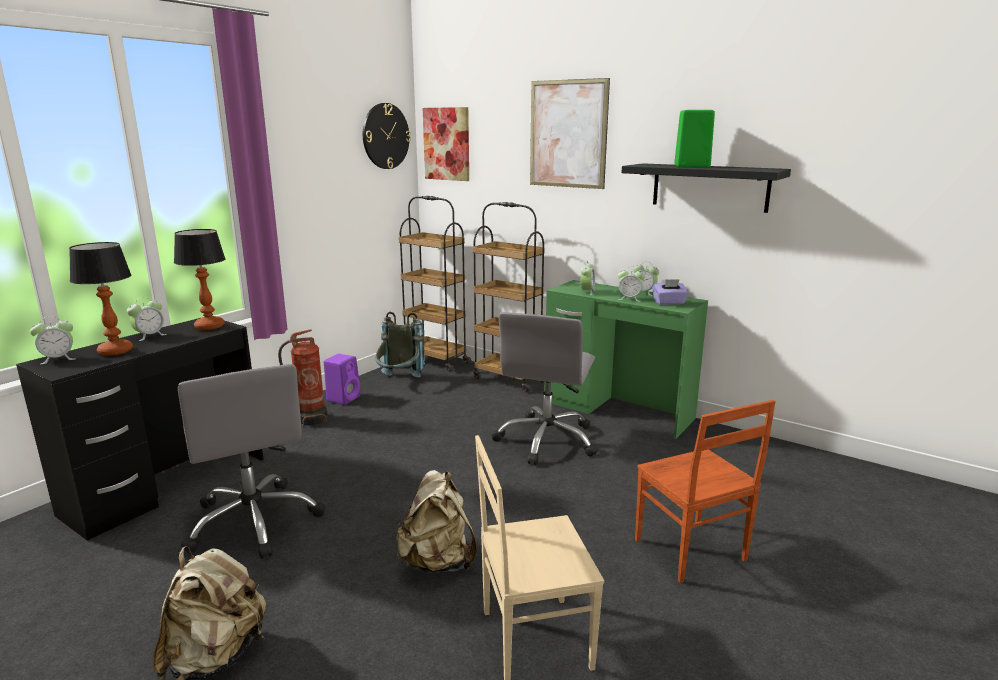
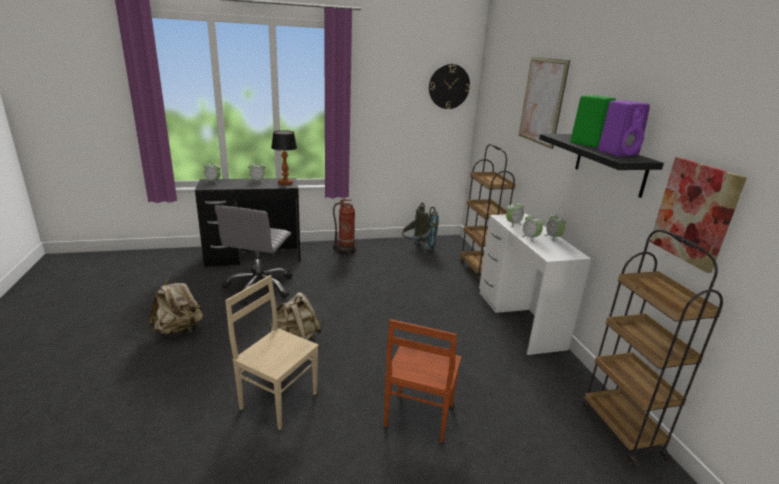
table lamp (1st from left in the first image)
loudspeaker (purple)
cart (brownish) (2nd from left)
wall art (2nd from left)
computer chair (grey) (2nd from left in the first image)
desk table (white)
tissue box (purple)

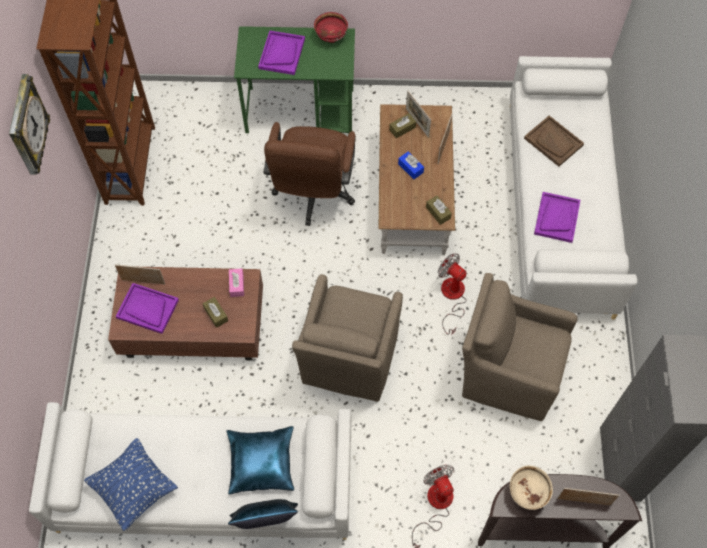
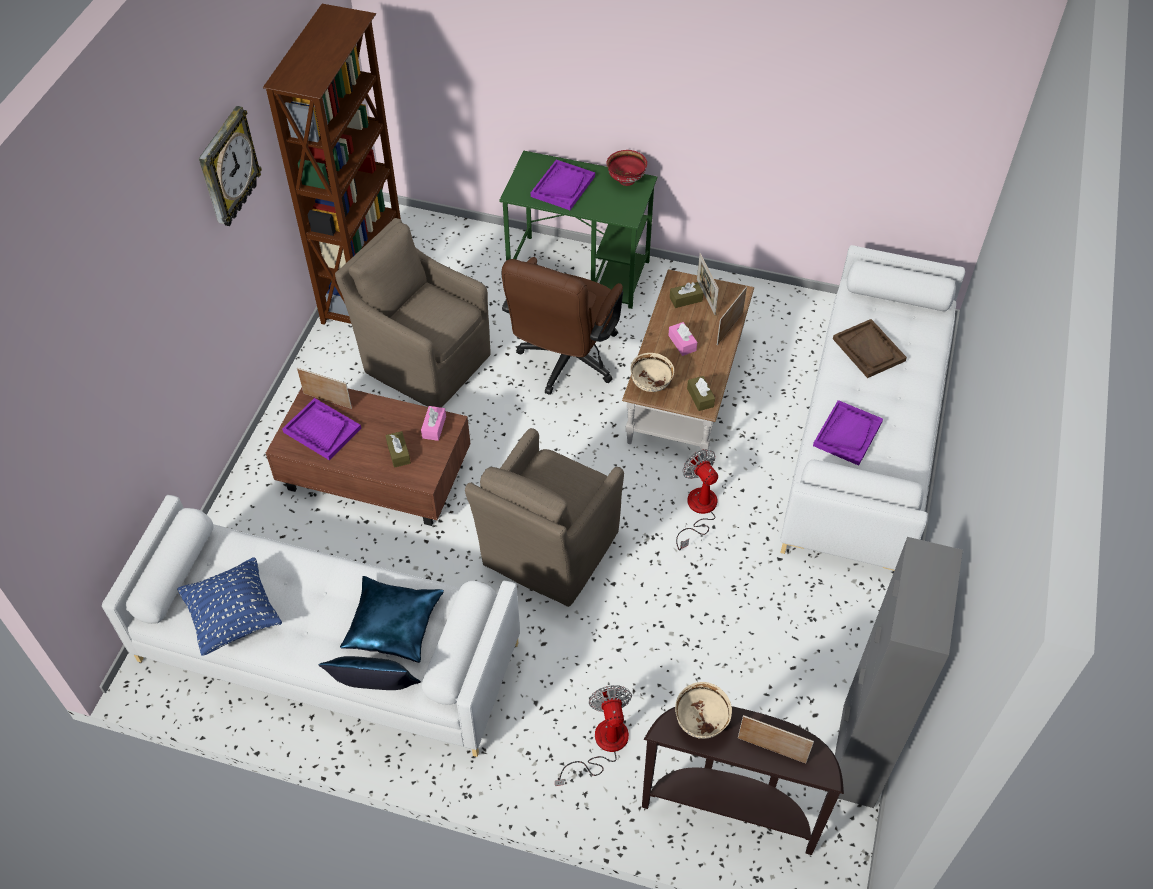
tissue box (pinkish) (2nd from left)
lounge chair (brownish) (1st from left)
deep dish (beige) (1st from left)

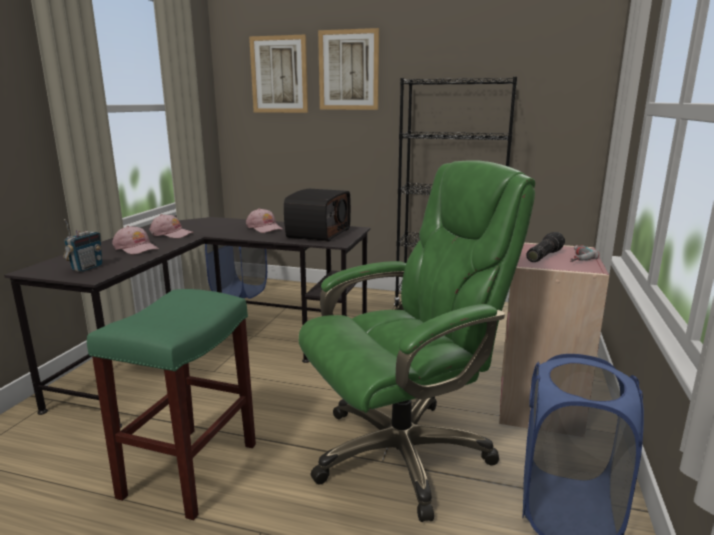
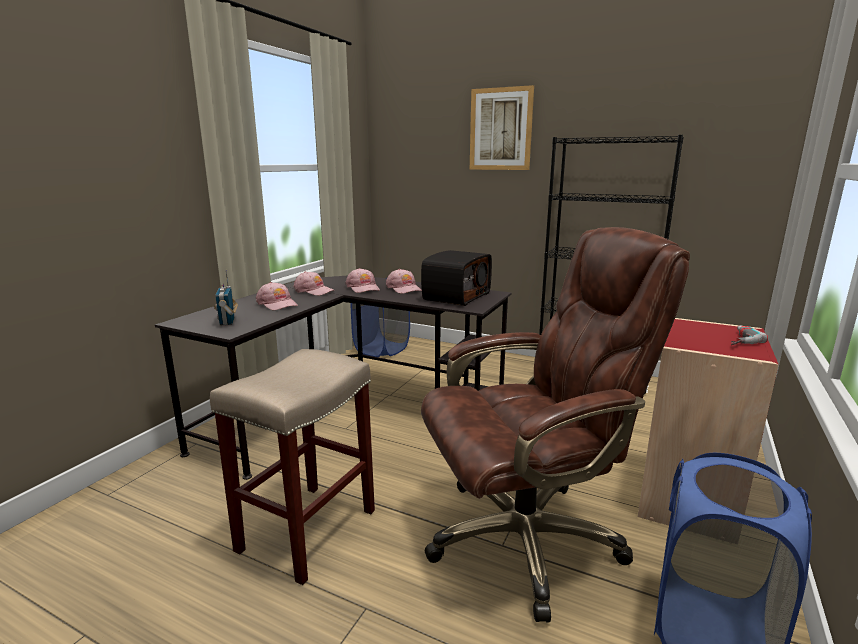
radio receiver (1st from left)
stool (beige)
wall art (1st from left in the first image)
computer chair (brownish)
torch
peaked cap (pinkish) (3rd from left)

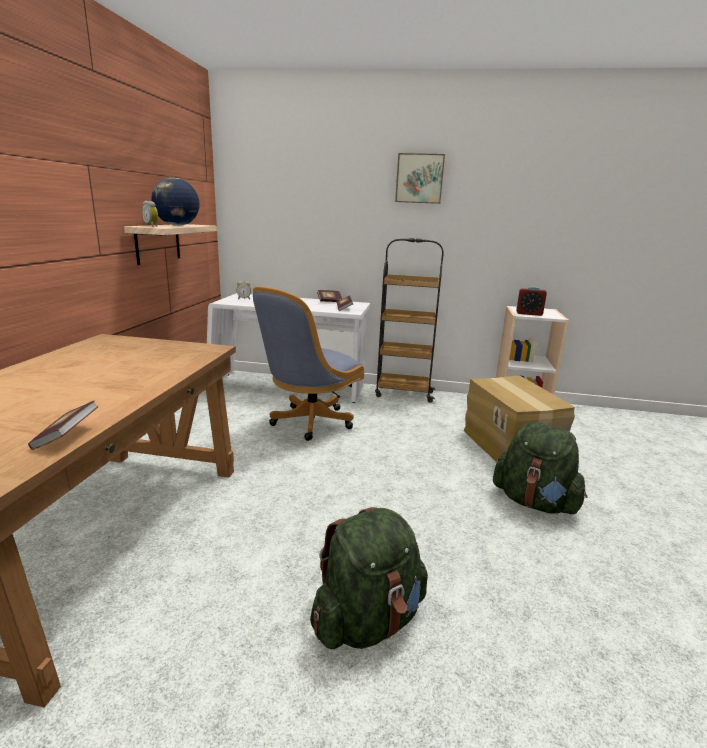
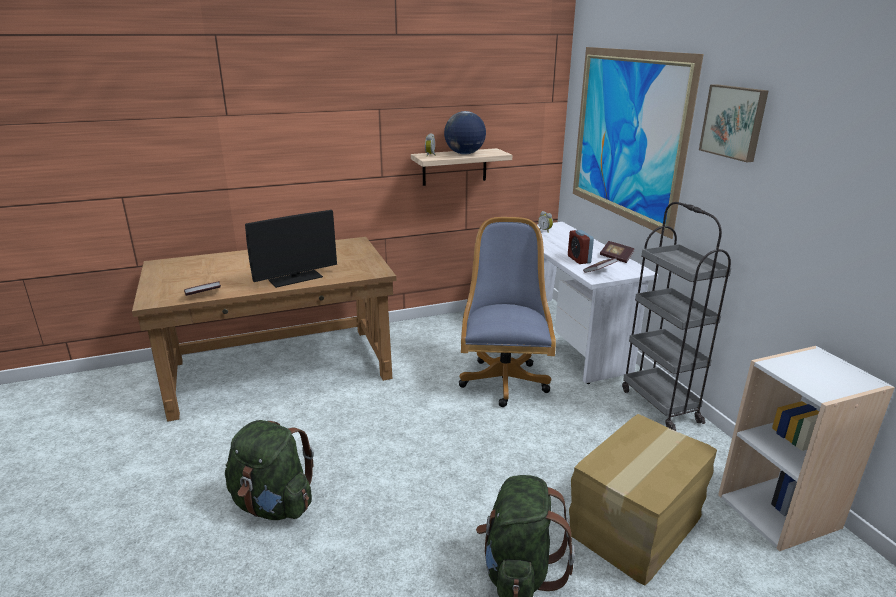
computer chair (blue)
cart (grey)
table clock (3rd from left)
computer screen
wall art (1st from left)

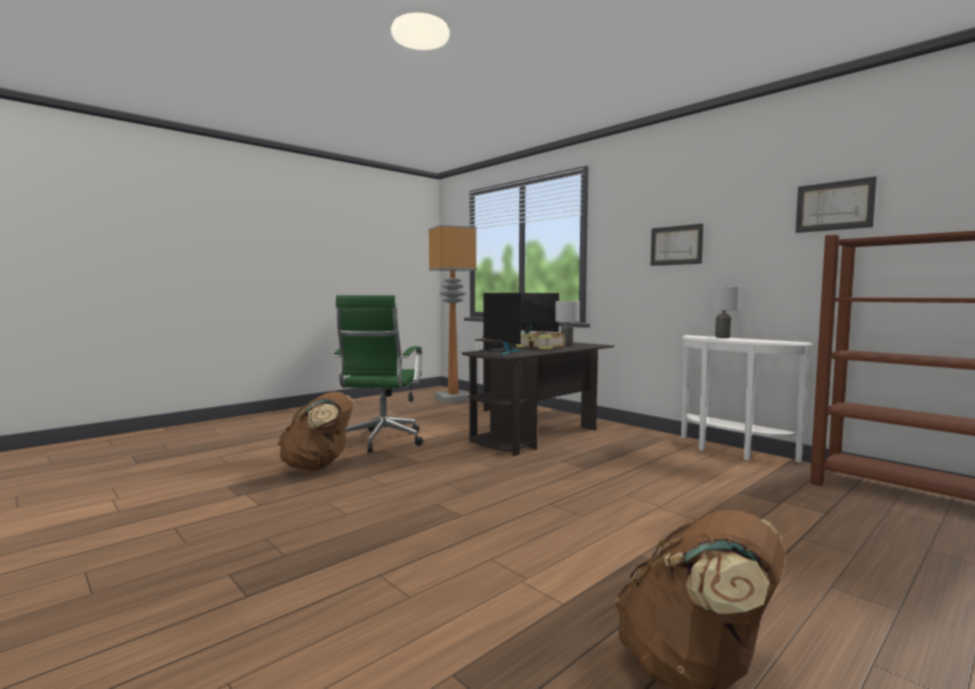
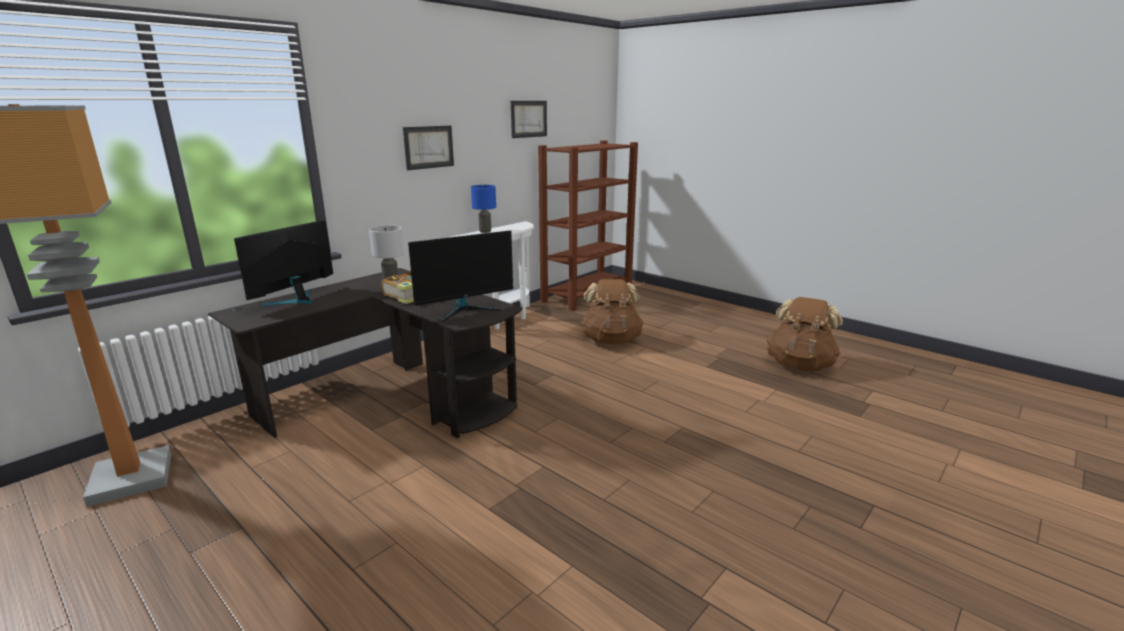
knapsack (brownish) (1st from left)
computer chair (green-coloured)
table lamp (blue)

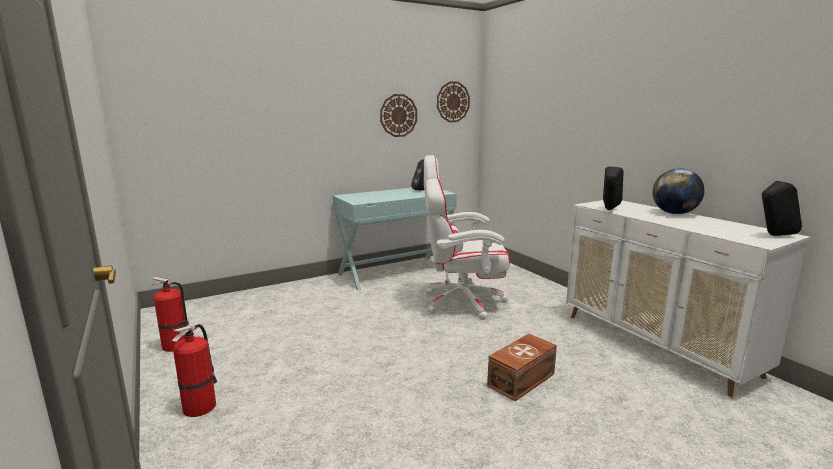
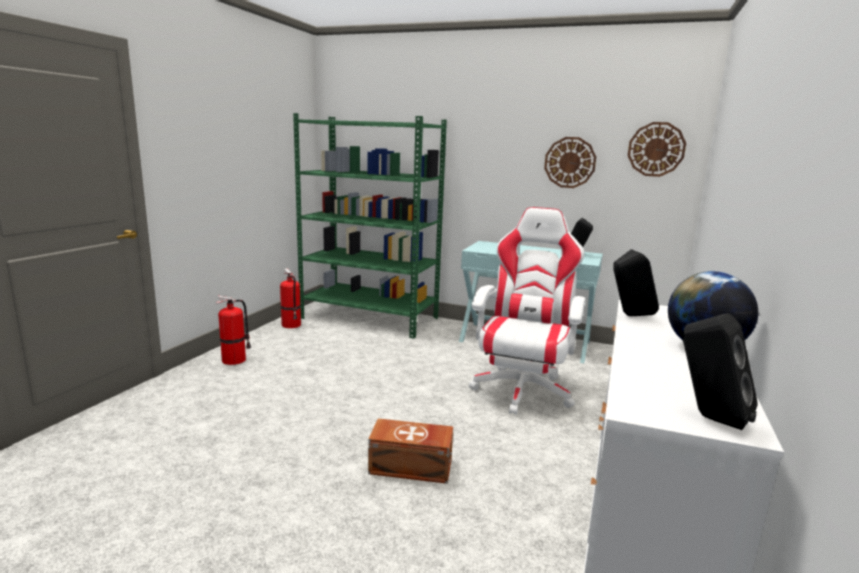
computer chair (white)
bookshelf (green-coloured)

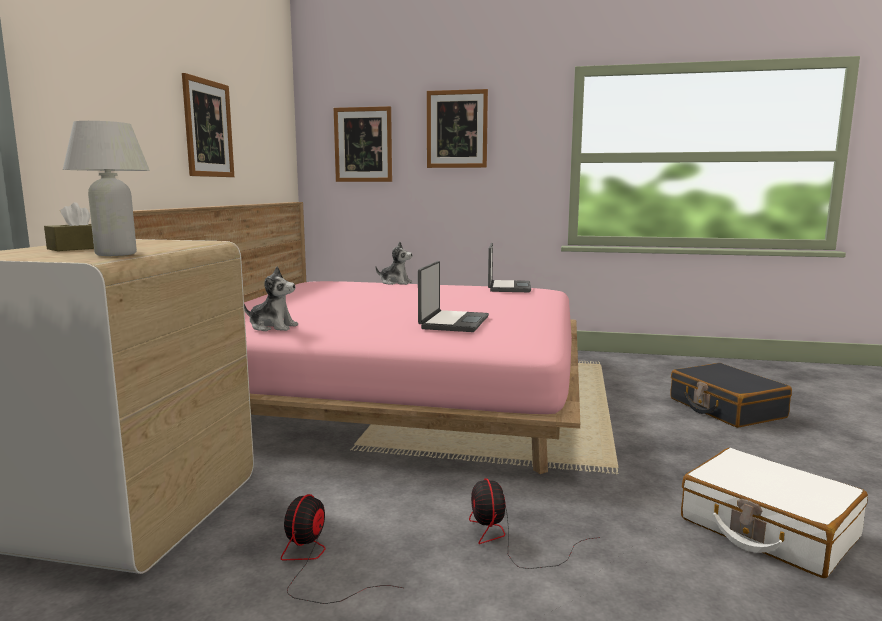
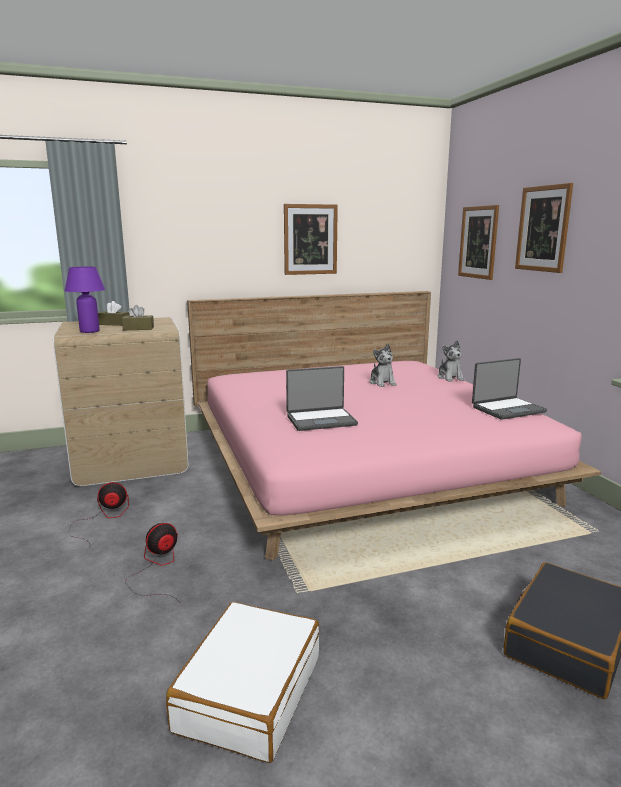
table lamp (purple)
soft toy (1st from left)
tissue box (brownish) (2nd from left)

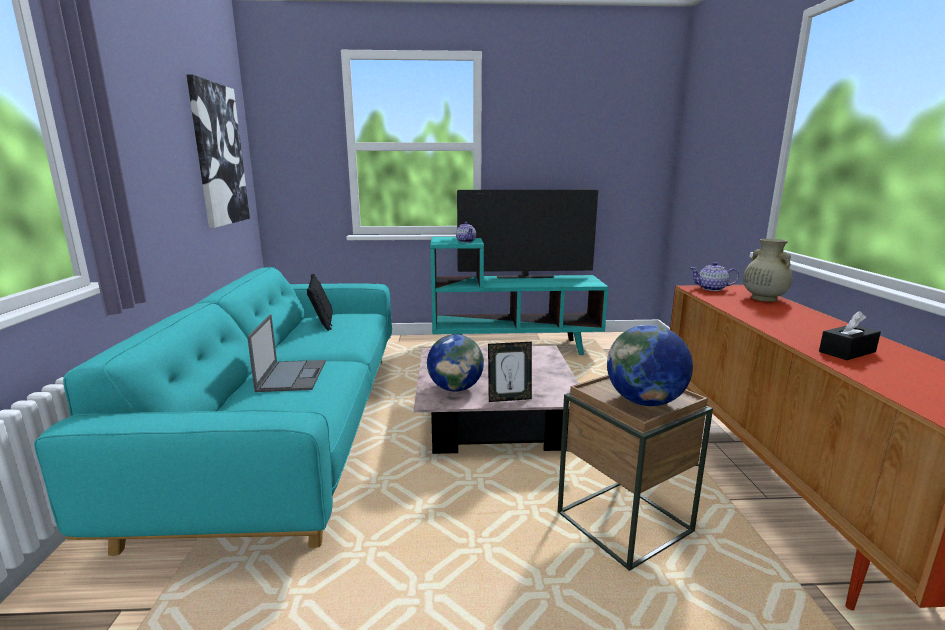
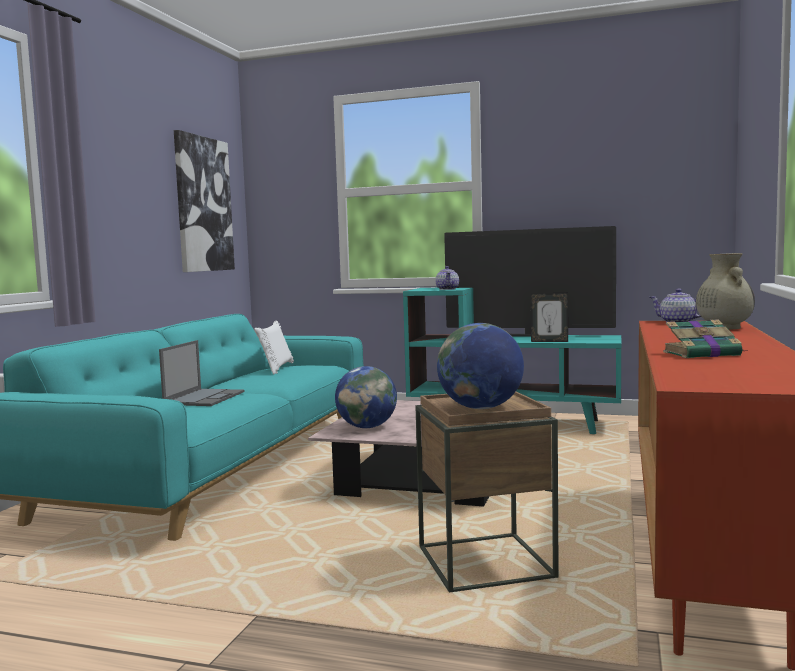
cushion (white)
standing frame
volume

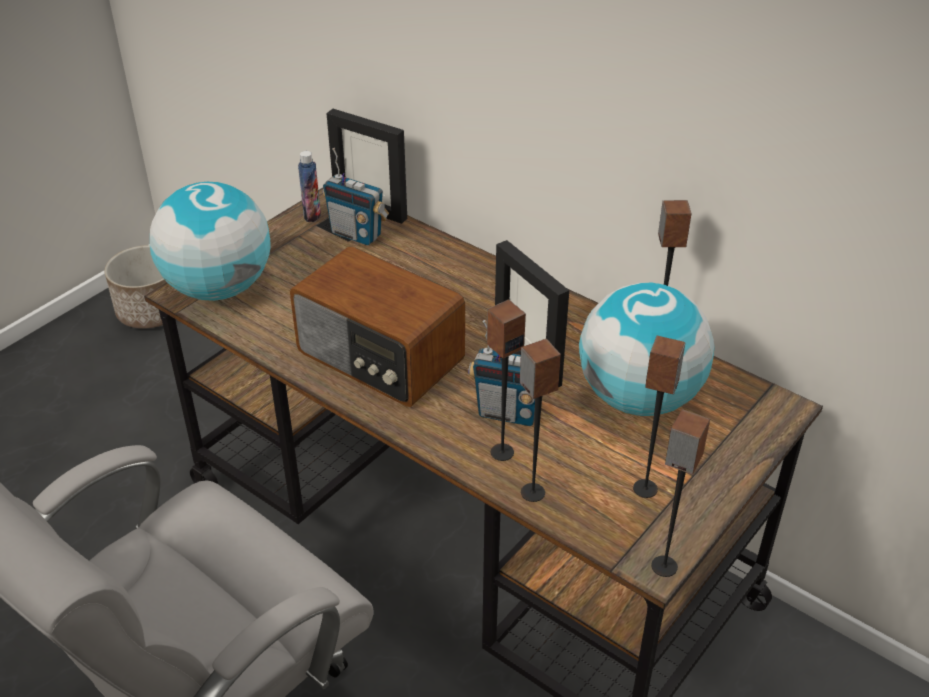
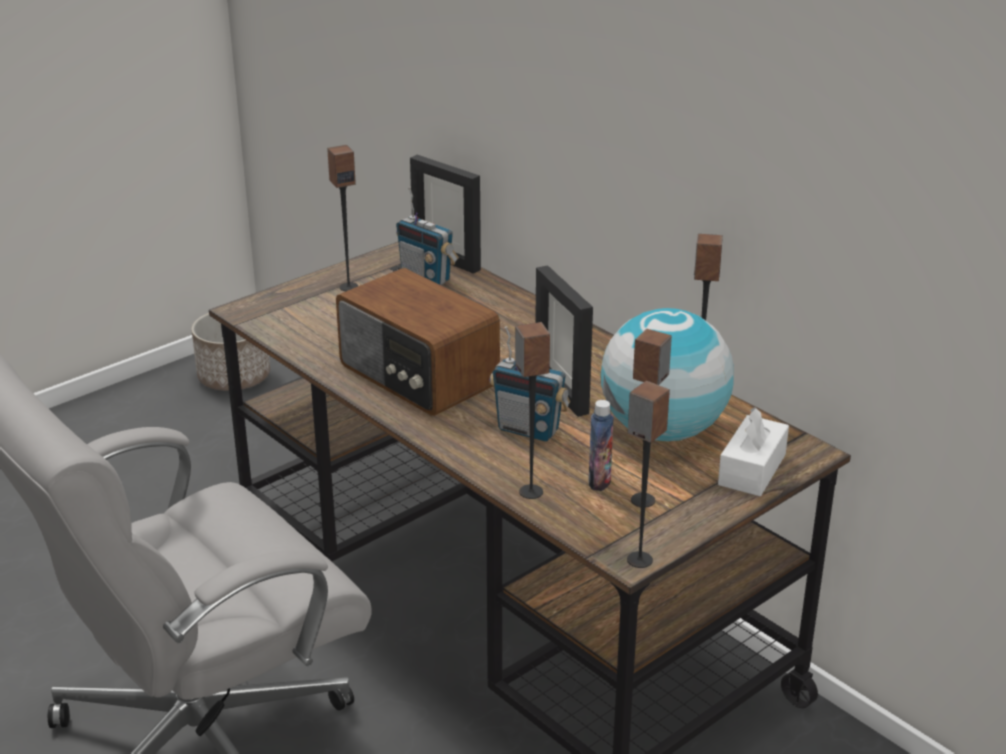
globe (1st from left in the first image)
drink bottle
loudspeaker (1st from left)
tissue box (white)

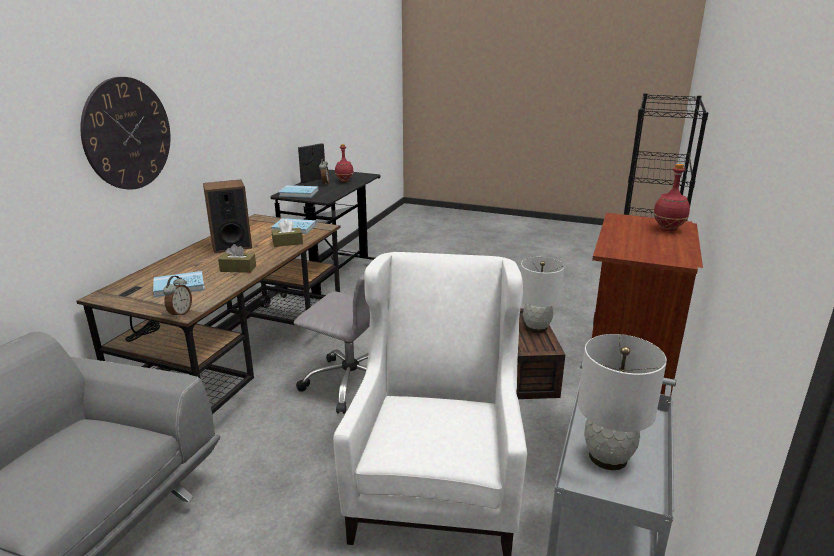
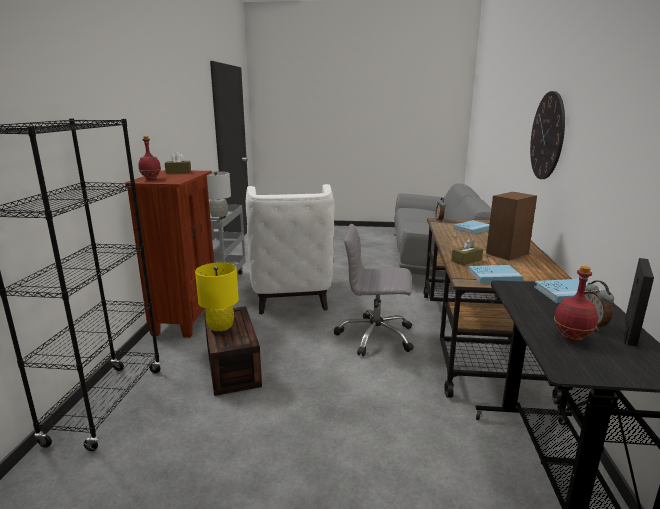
tissue box (brownish) (1st from left)
table lamp (yellow-coloured)

